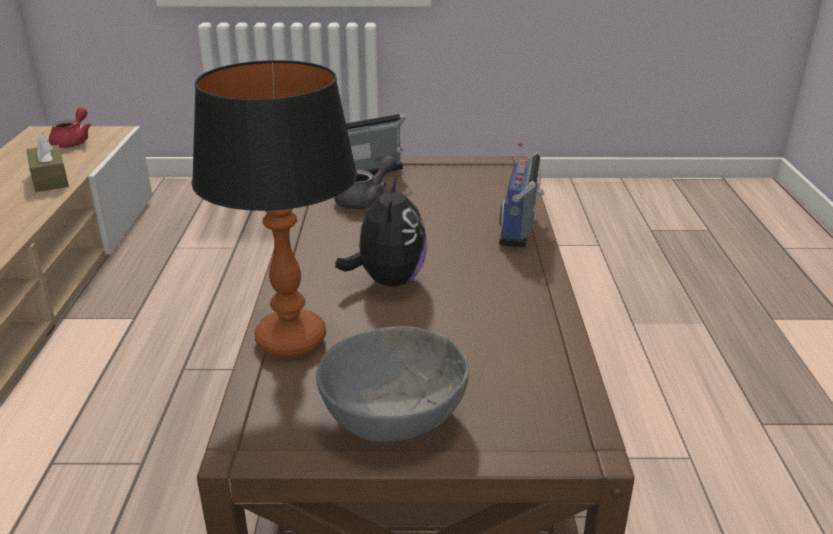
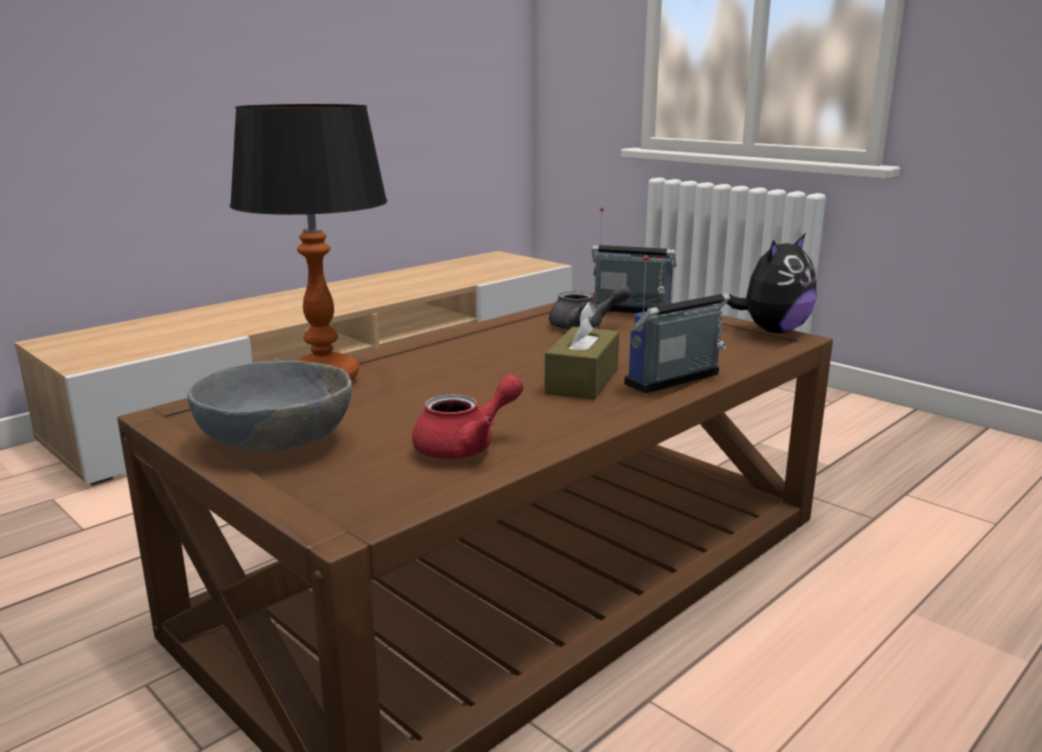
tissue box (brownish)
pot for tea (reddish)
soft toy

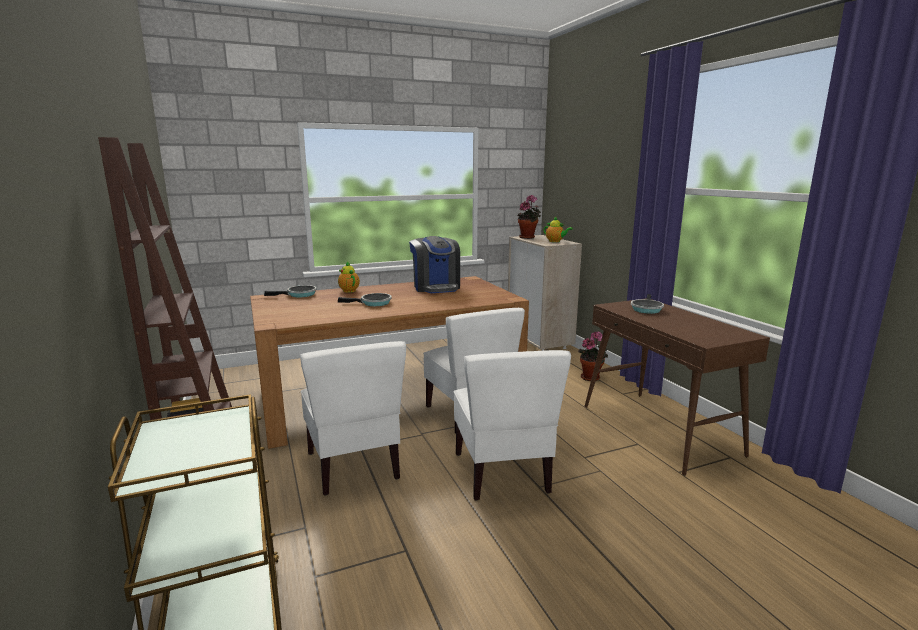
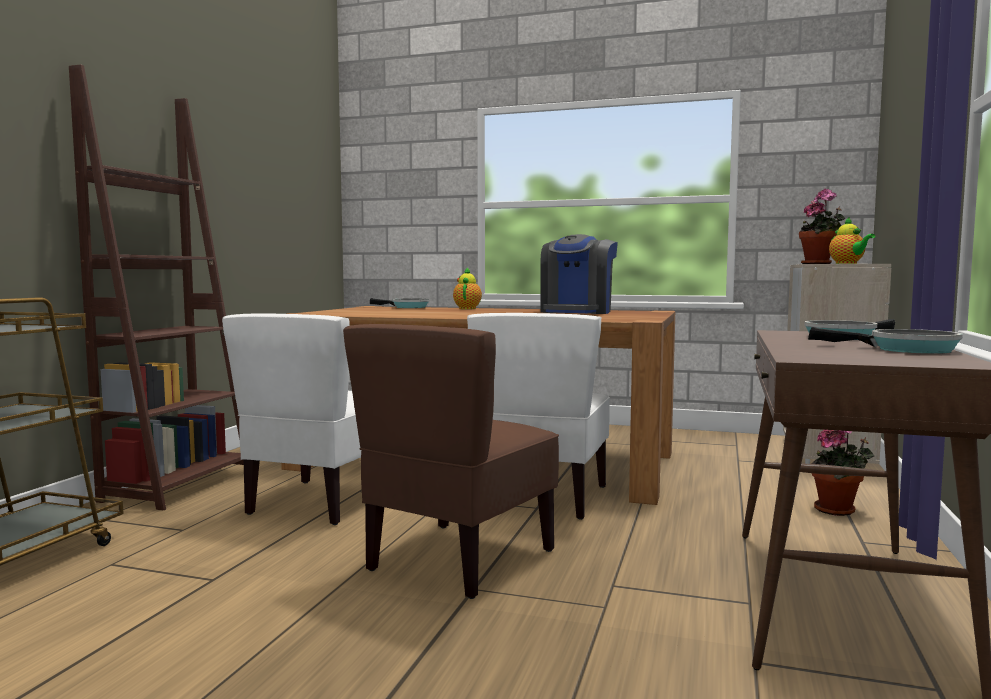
frying pan (3rd from left)
plain chair (brownish)

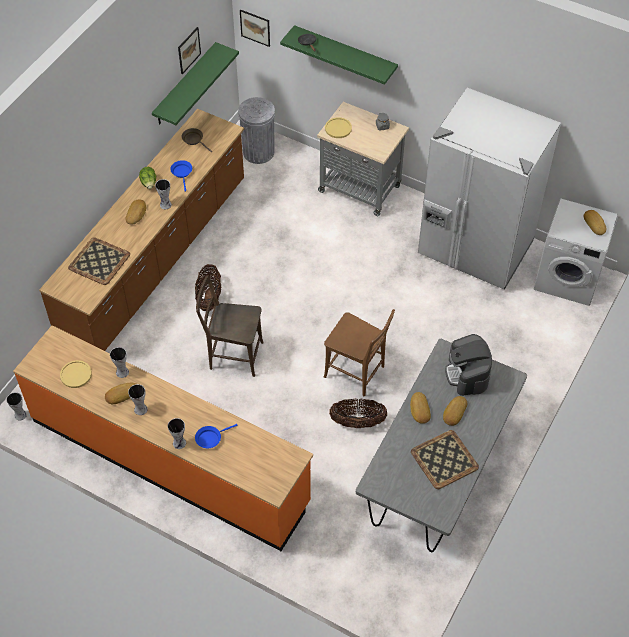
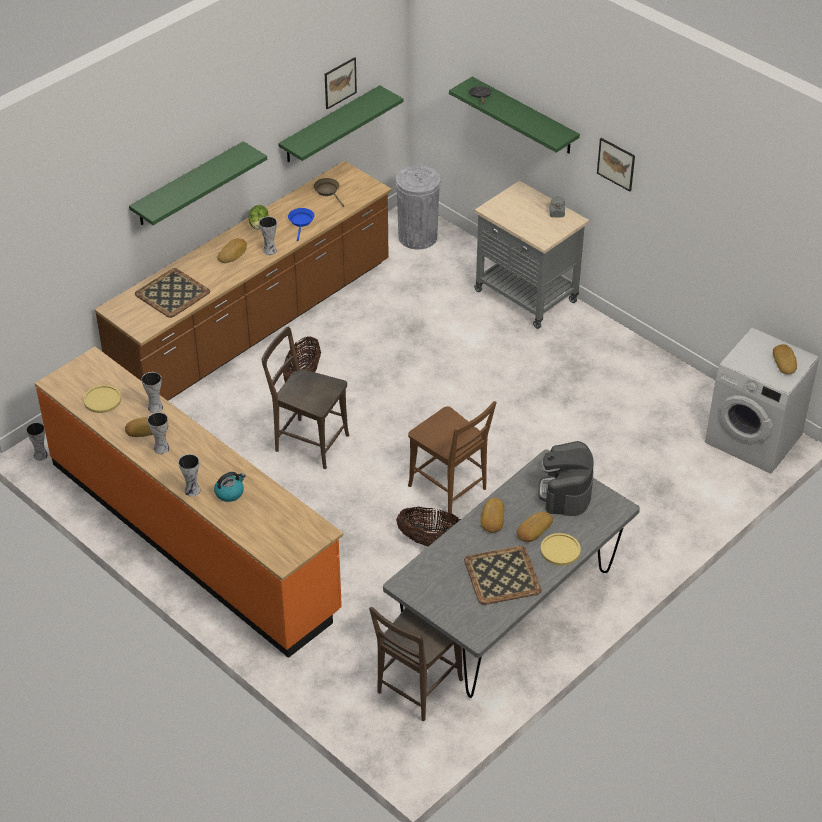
water kettle
wall art (2nd from left)
plate (yellow-coloured) (2nd from left)
kitchen fridge (white)
wall shelf (green-coloured) (1st from left)
plain chair (brownish) (2nd from left)

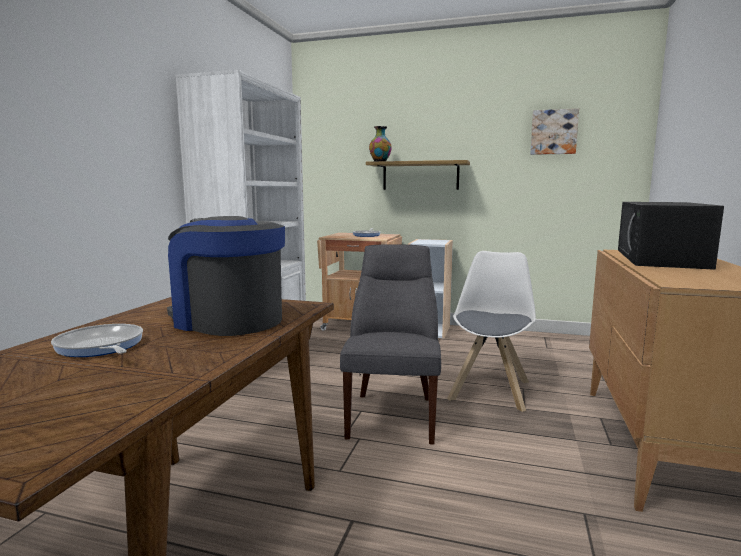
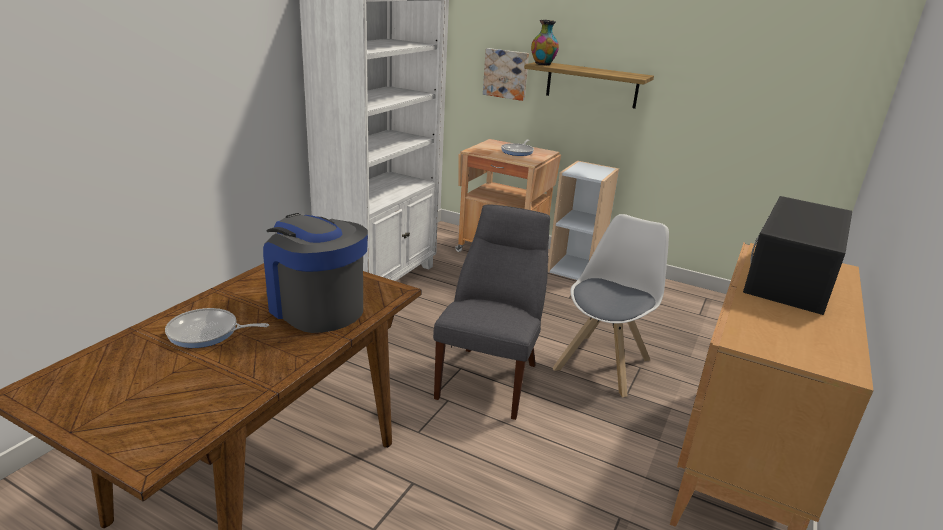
frying pan (1st from left)
wall art

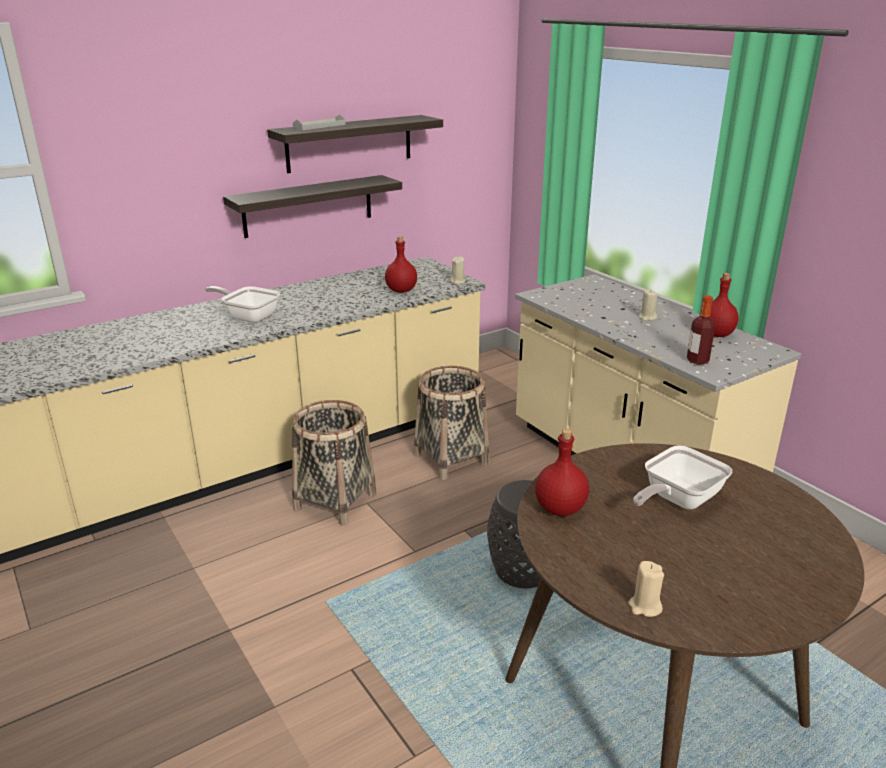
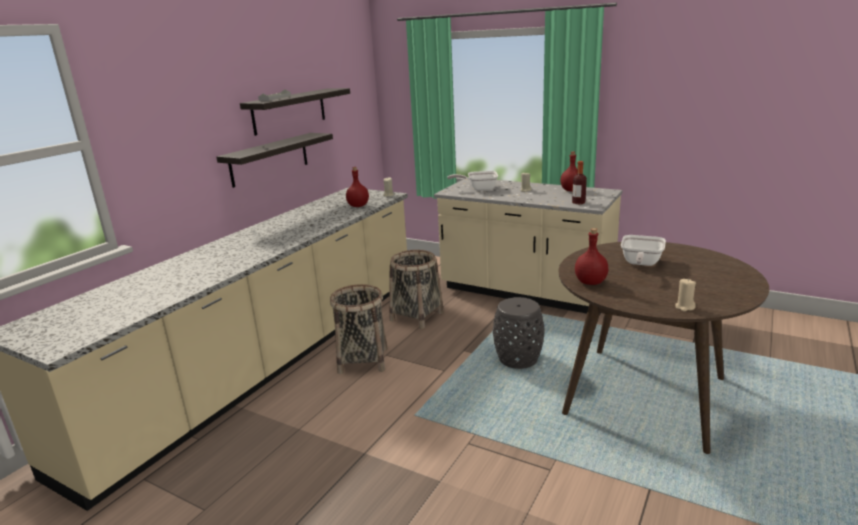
frying pan (1st from left)

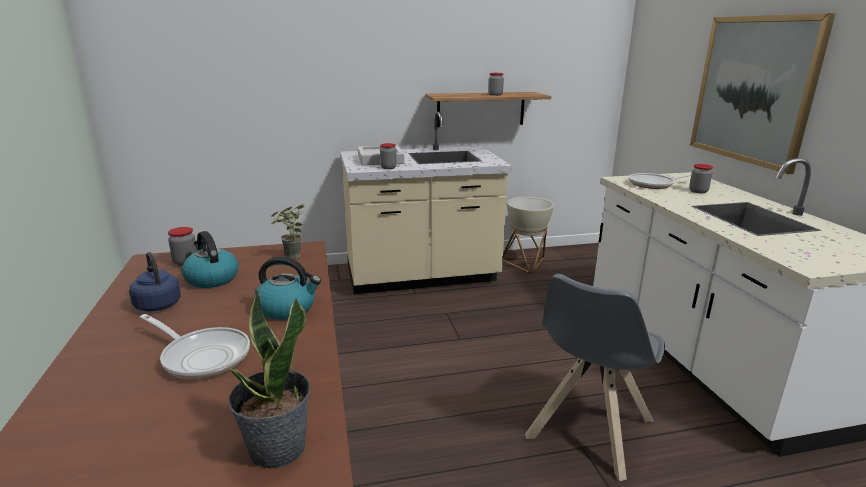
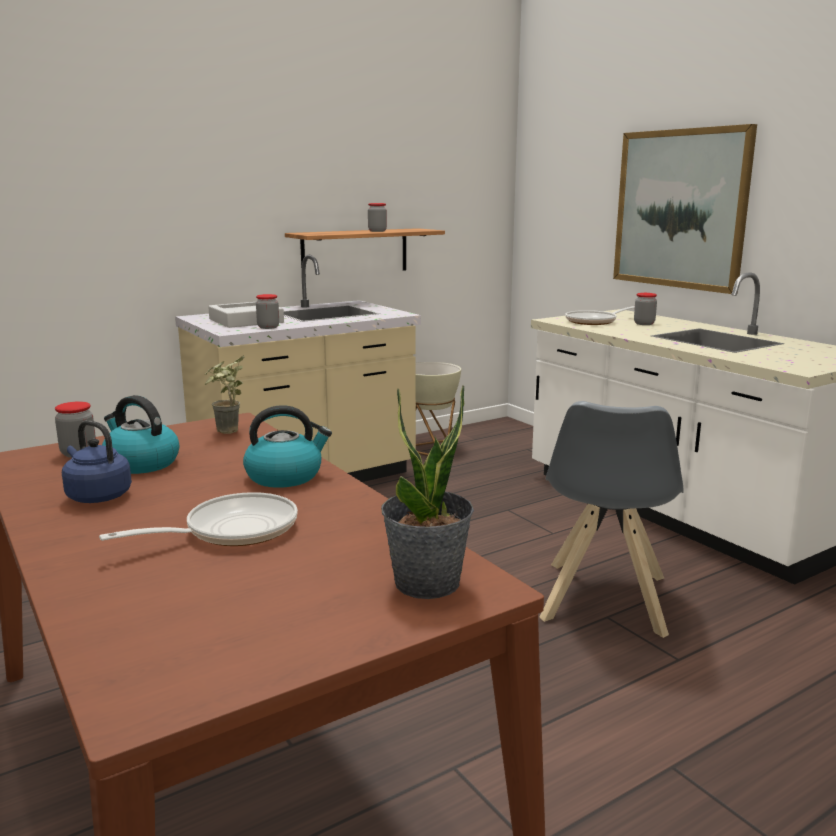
frying pan (1st from left)

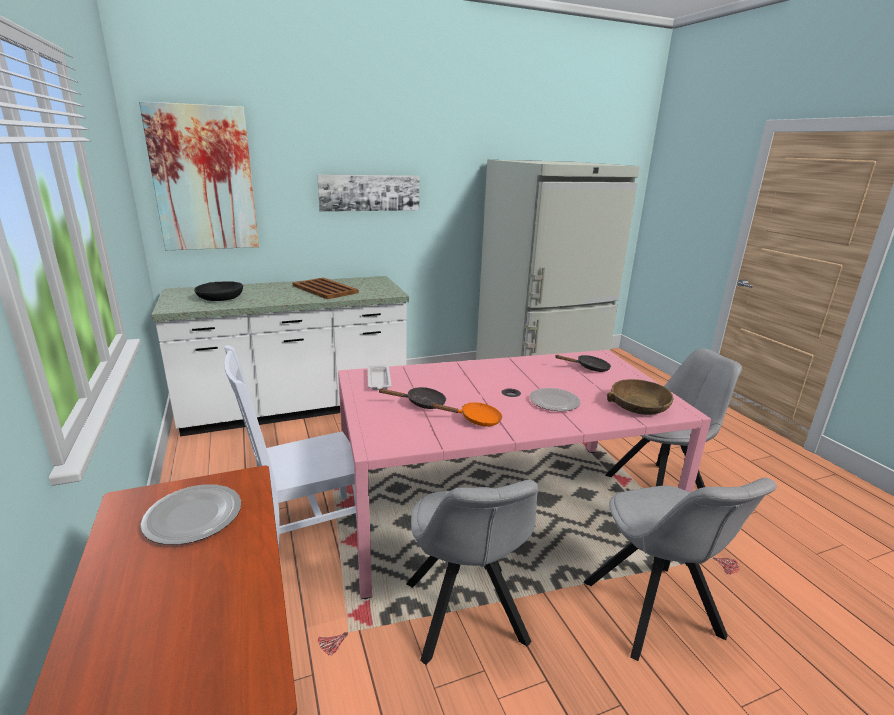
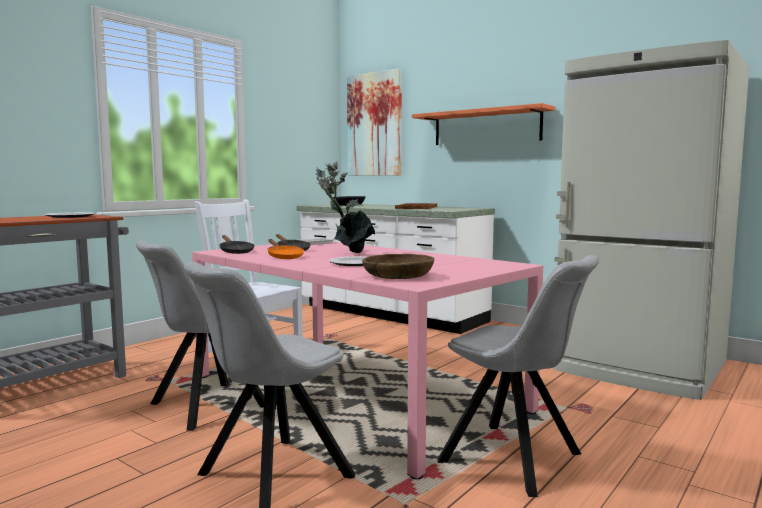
wall shelf
frying pan (blackish) (1st from left)
houseplant

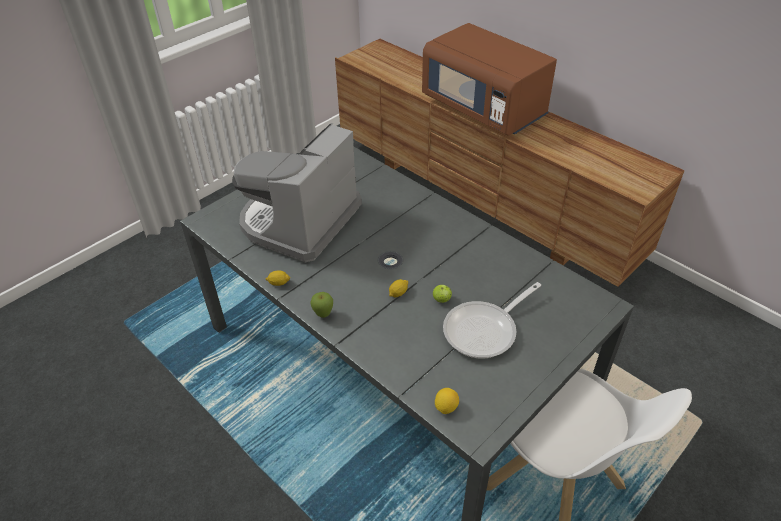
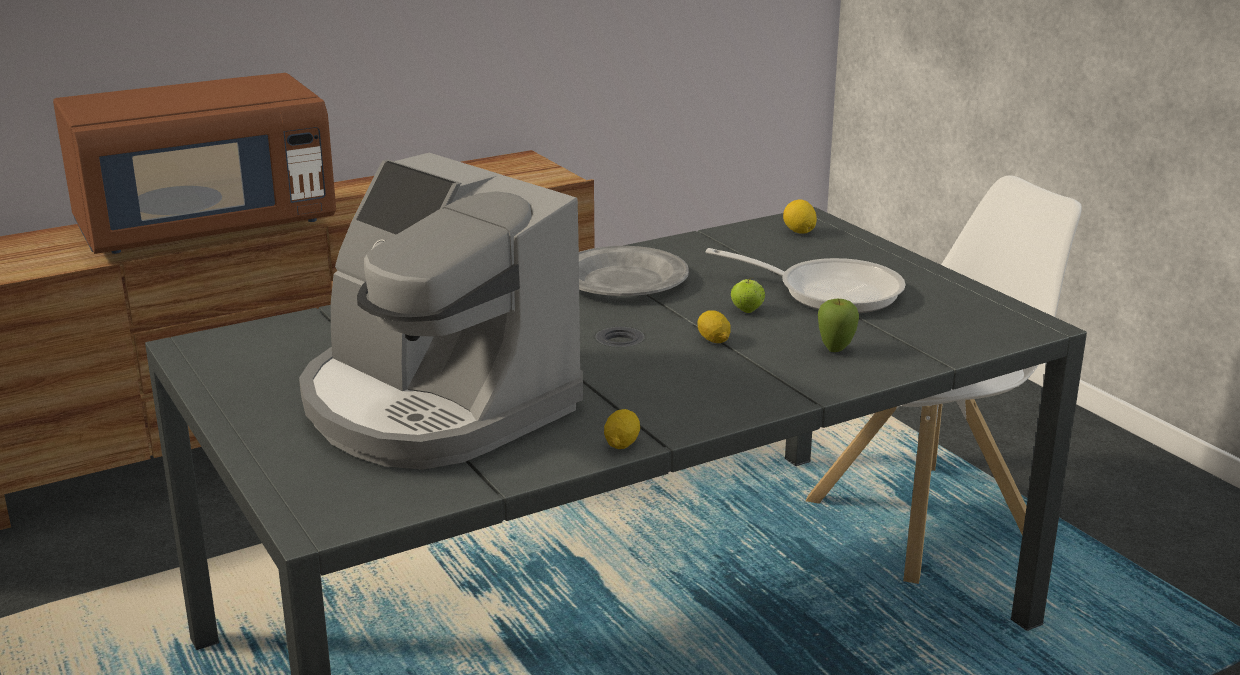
whole apple (2nd from left)
lemon (3rd from left)
frying pan
plate (grey)

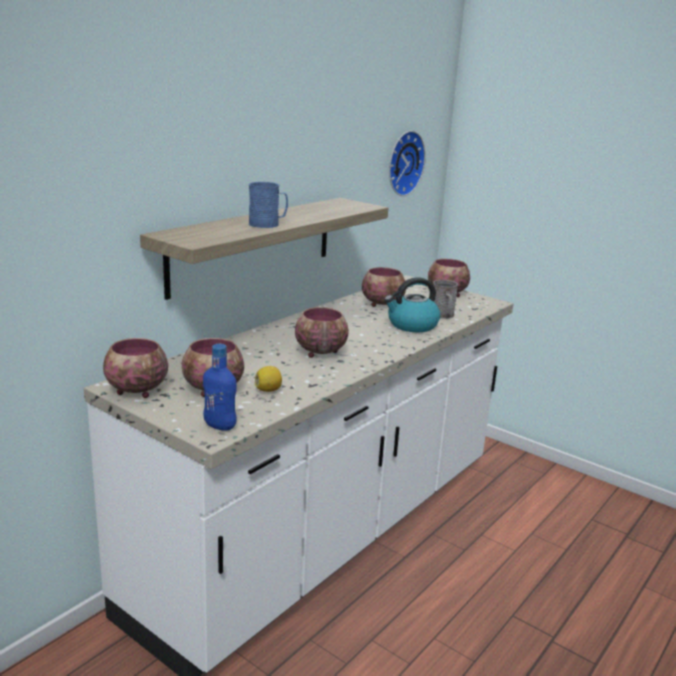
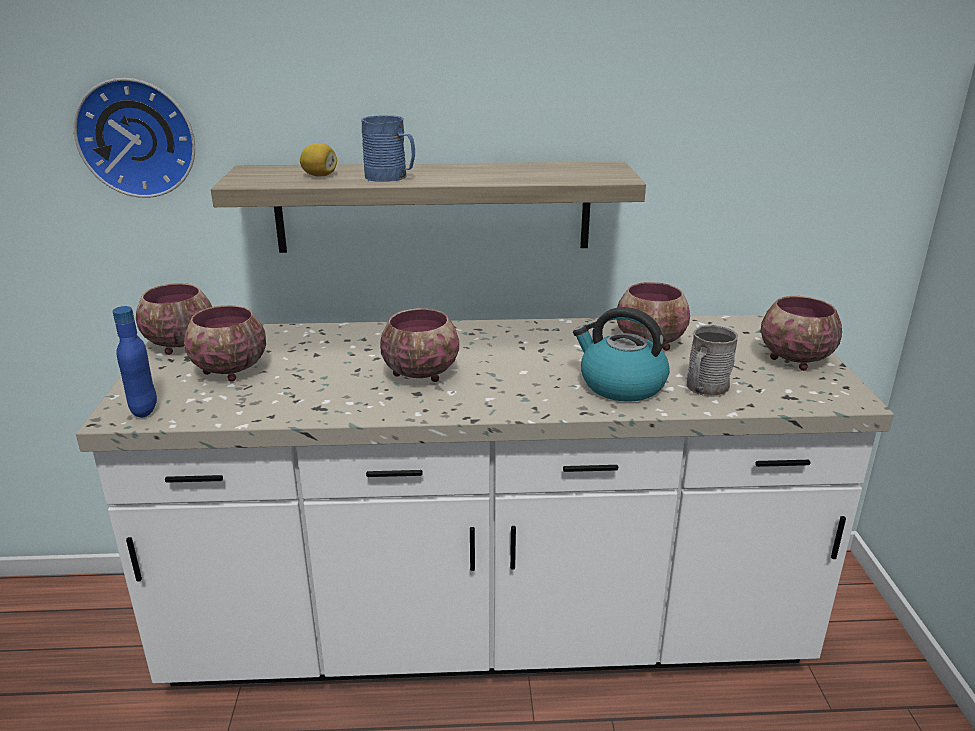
lemon
hanging clock

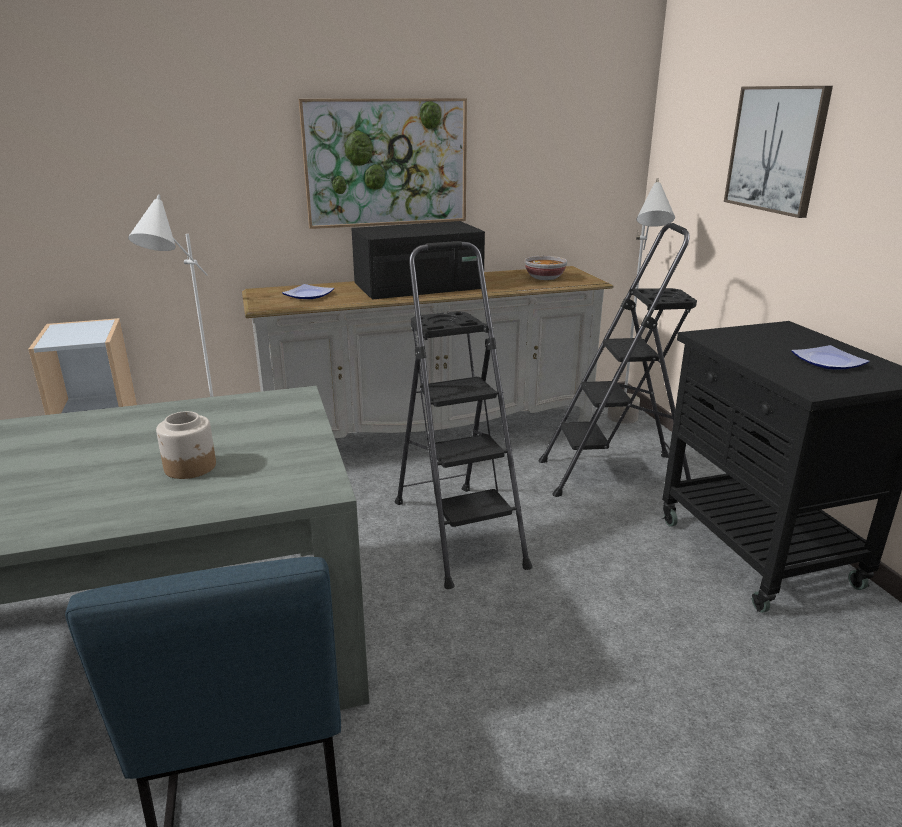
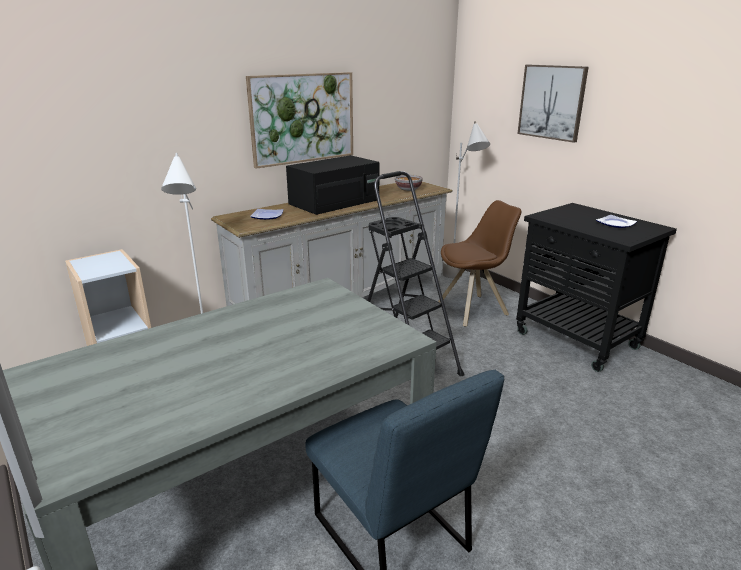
jar
plain chair (brownish)

